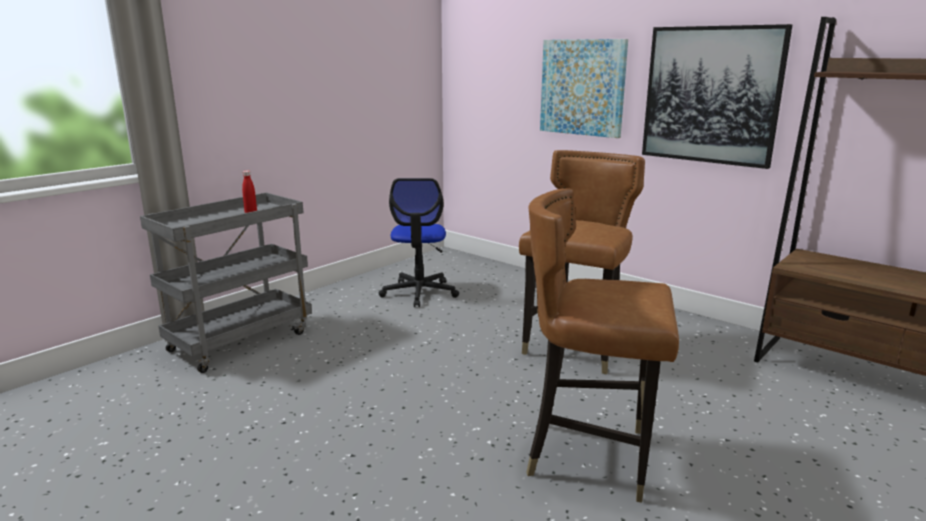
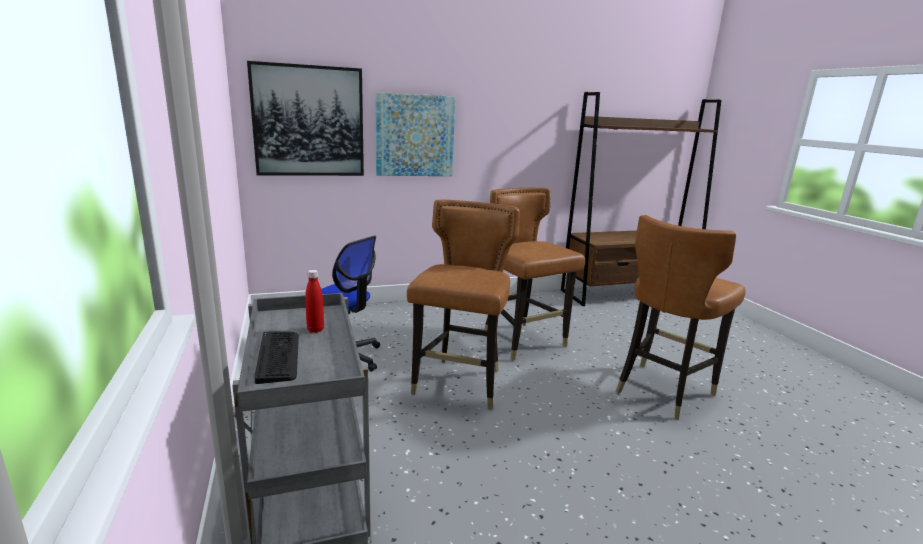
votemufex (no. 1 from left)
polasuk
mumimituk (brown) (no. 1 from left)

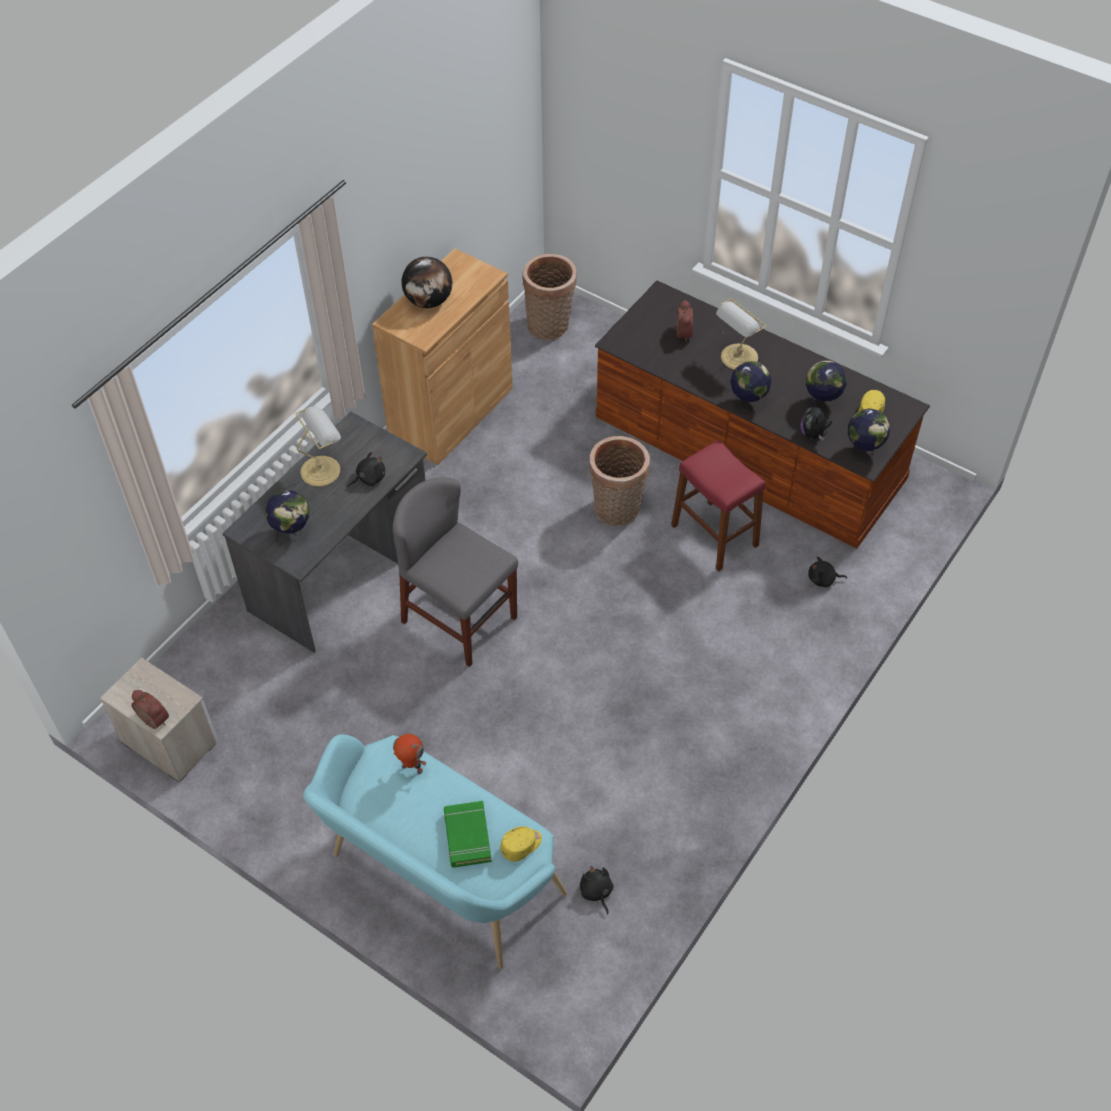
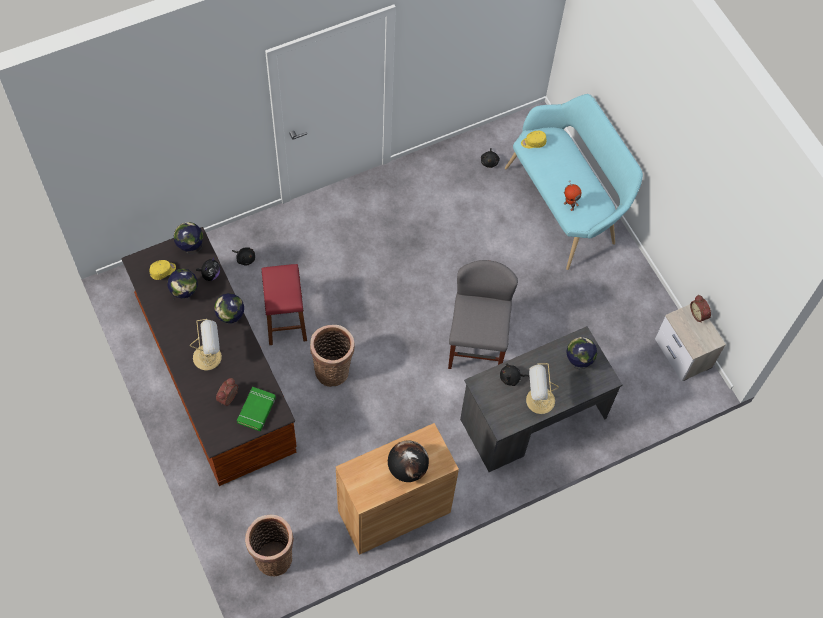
mumimituk (grey)
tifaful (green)

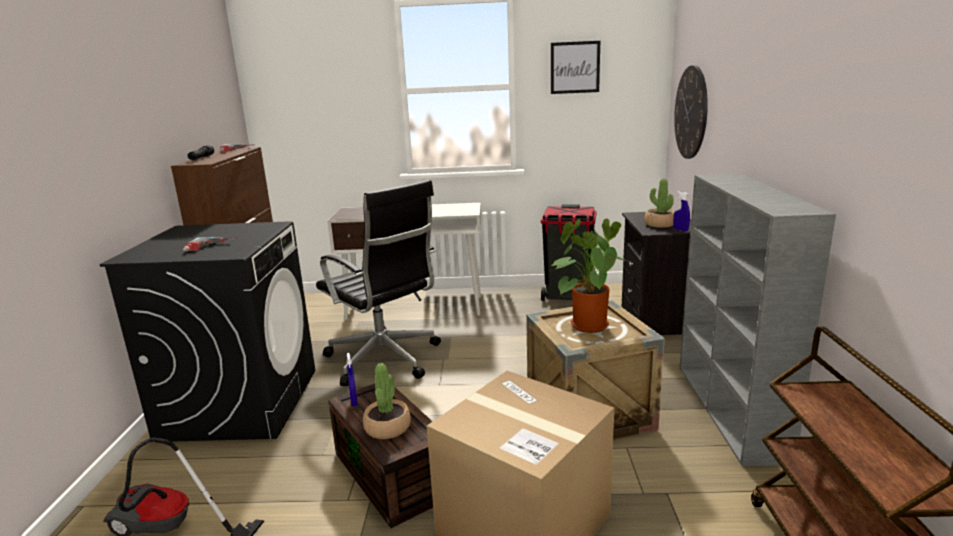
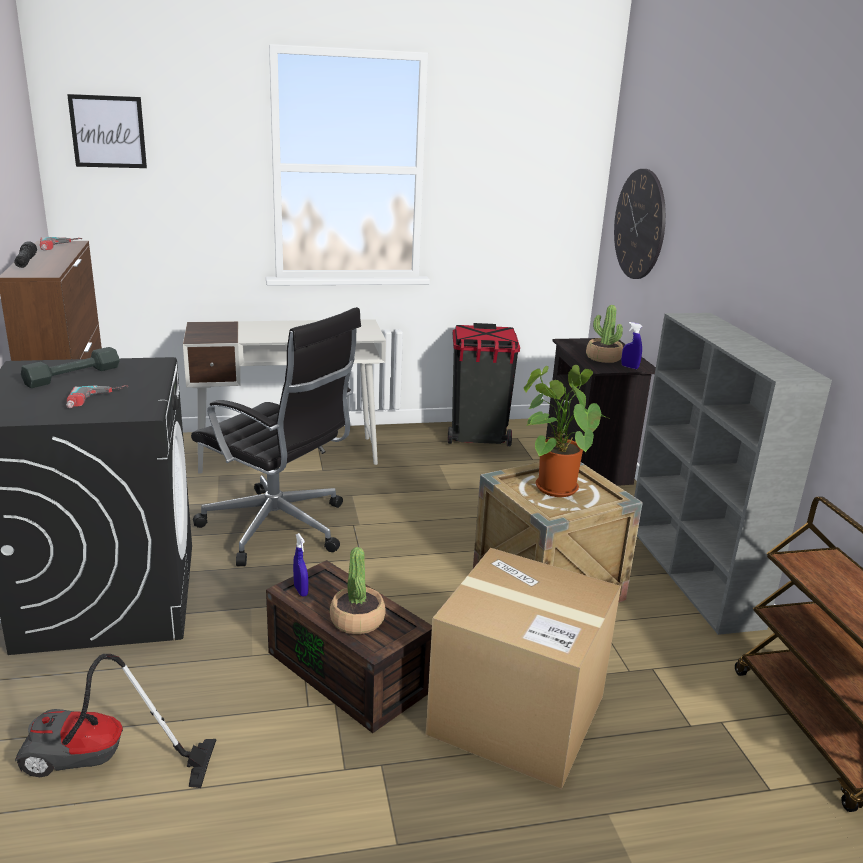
votemufex
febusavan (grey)

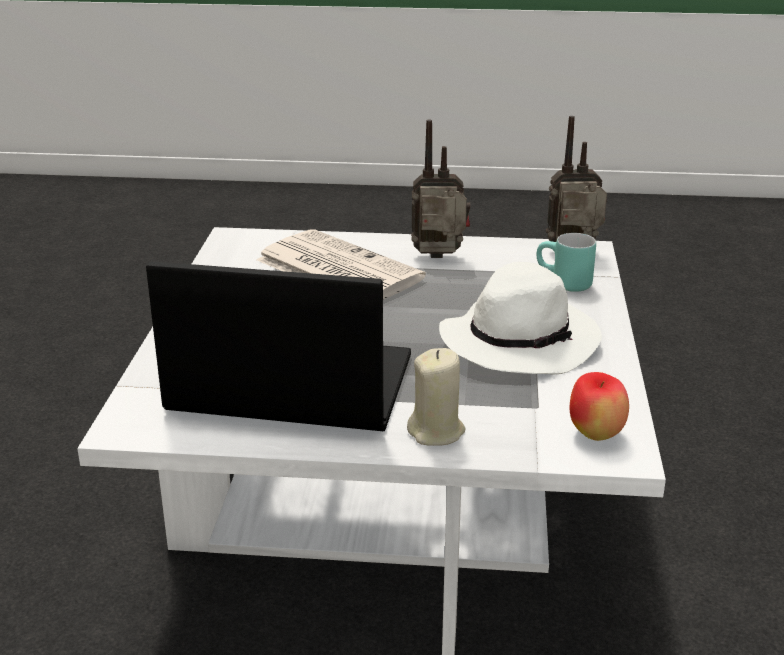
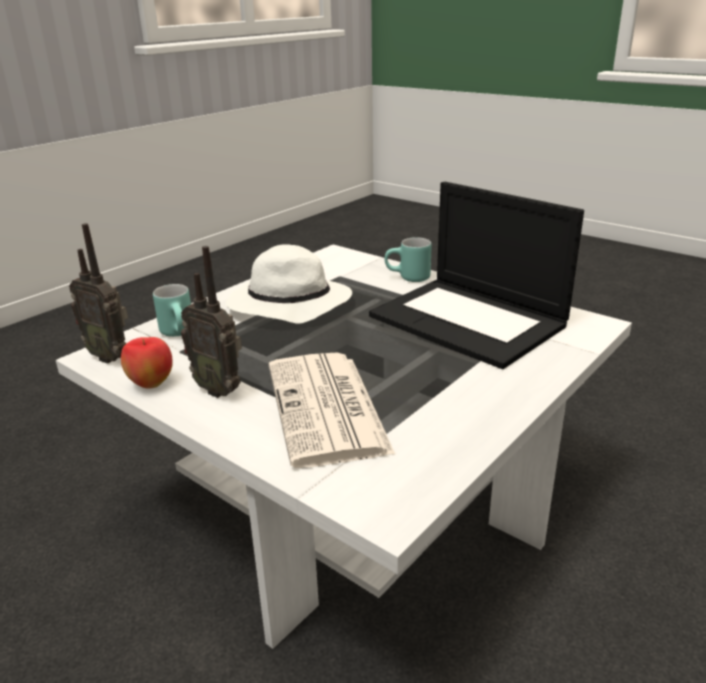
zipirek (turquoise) (no. 2 from left)
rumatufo

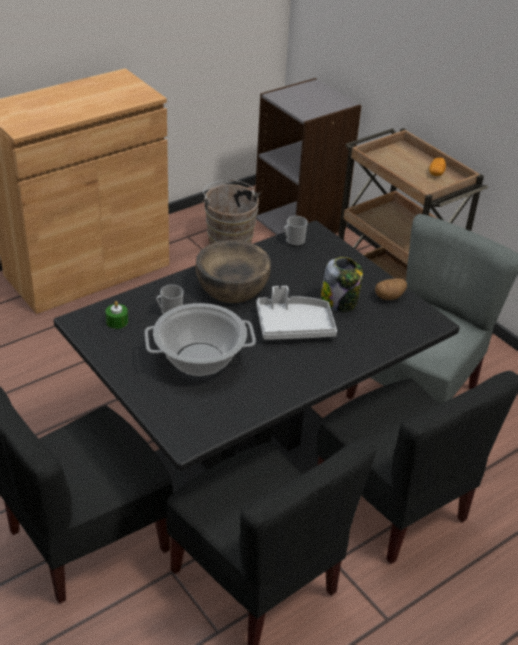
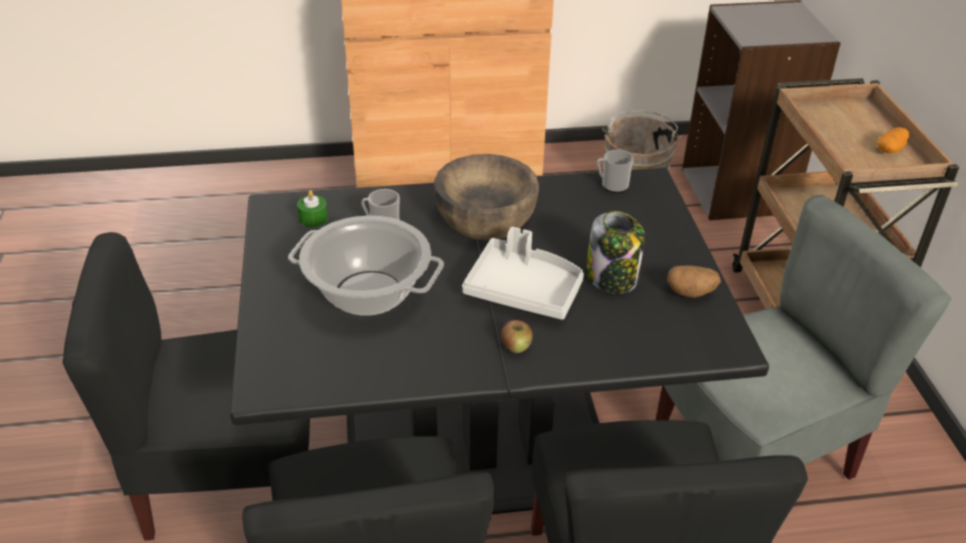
rumatufo

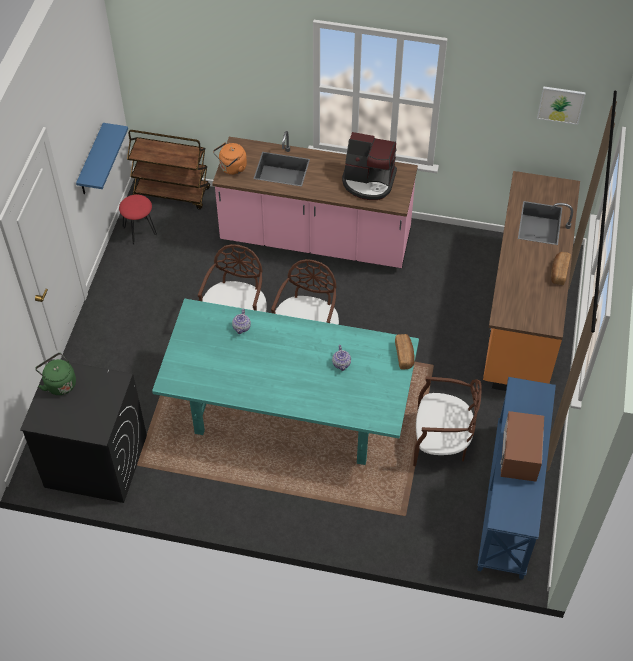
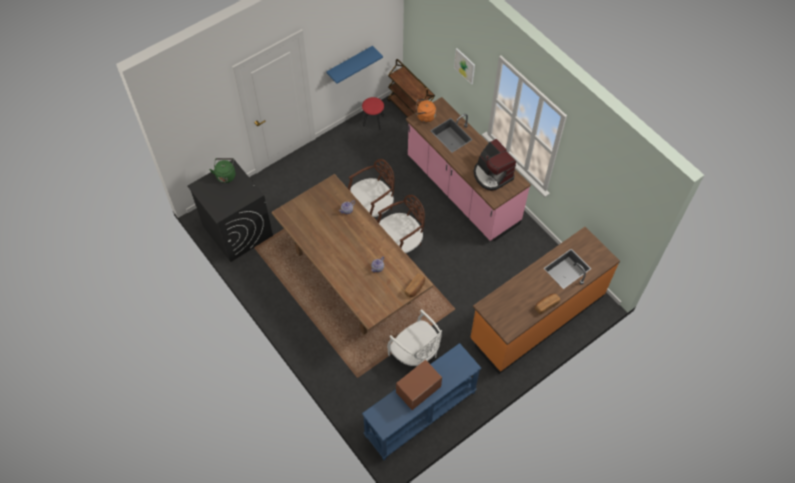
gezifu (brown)
mumimituk (white)
votemufex

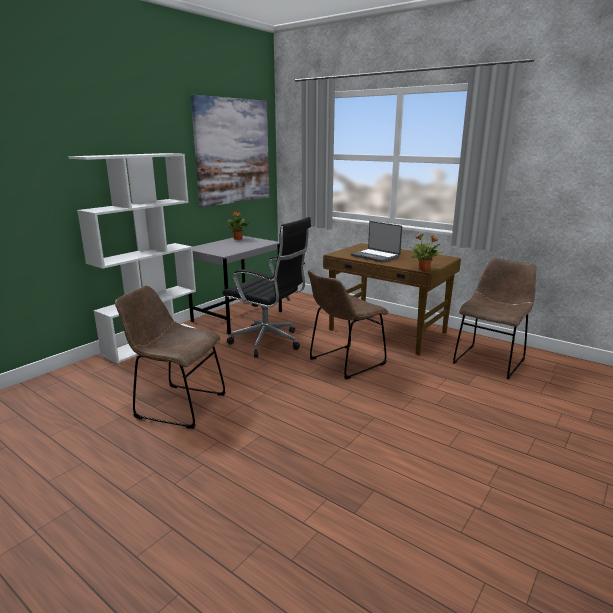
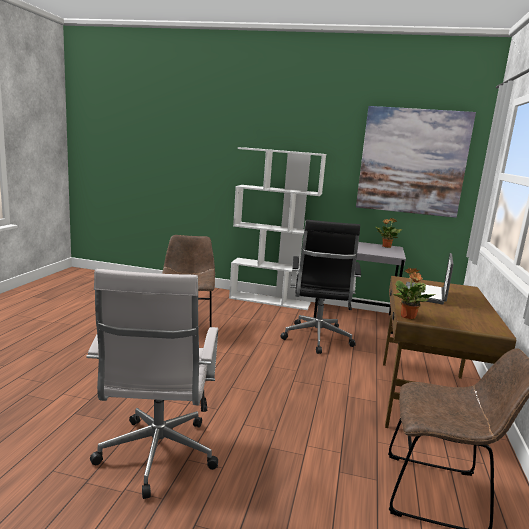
mumimituk (brown) (no. 2 from left in the first image)
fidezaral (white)

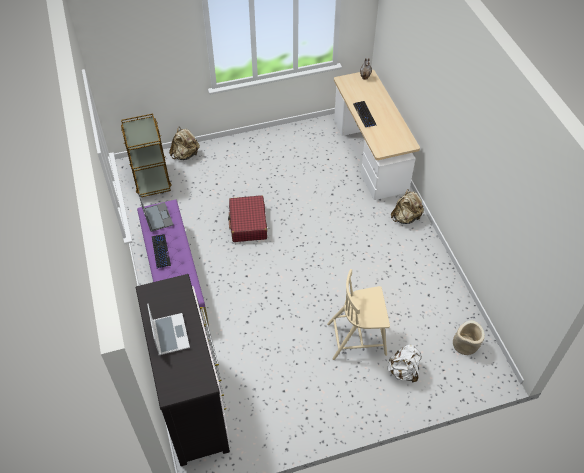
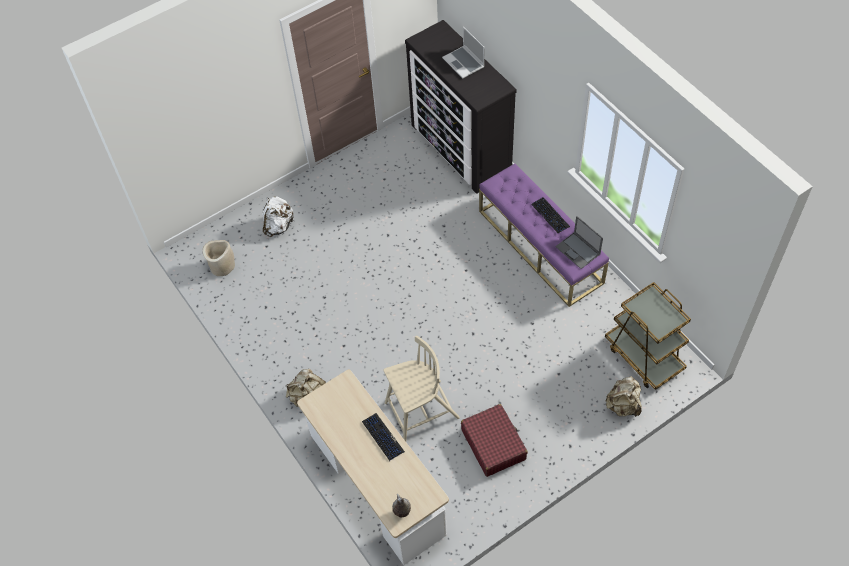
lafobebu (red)
mumimituk (beige)

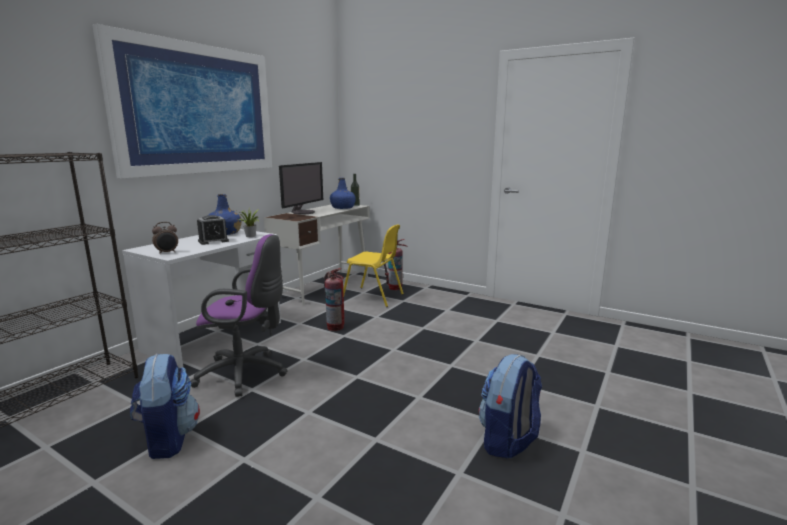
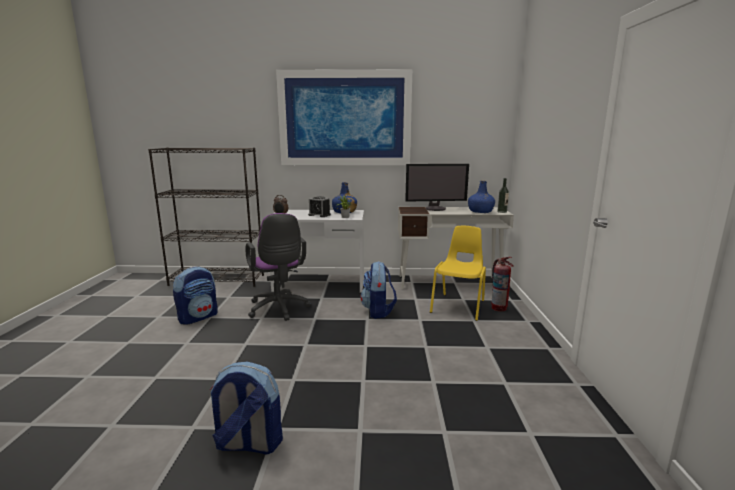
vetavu (no. 3 from left)
mumimituk (yellow)

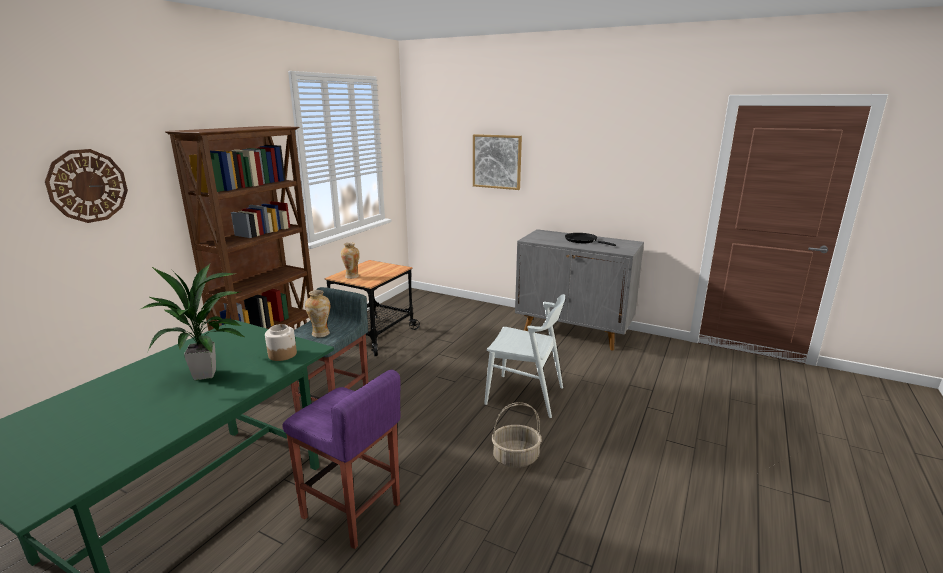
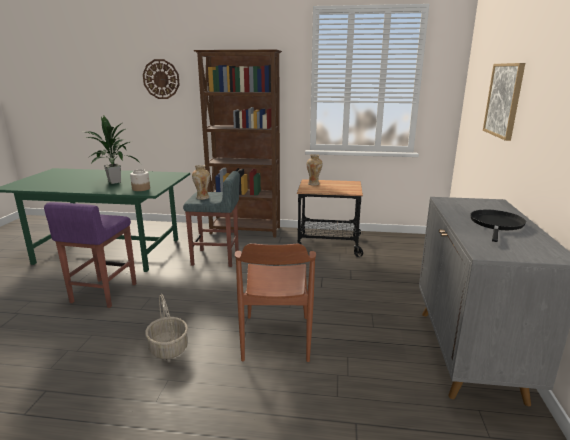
mumimituk (brown)

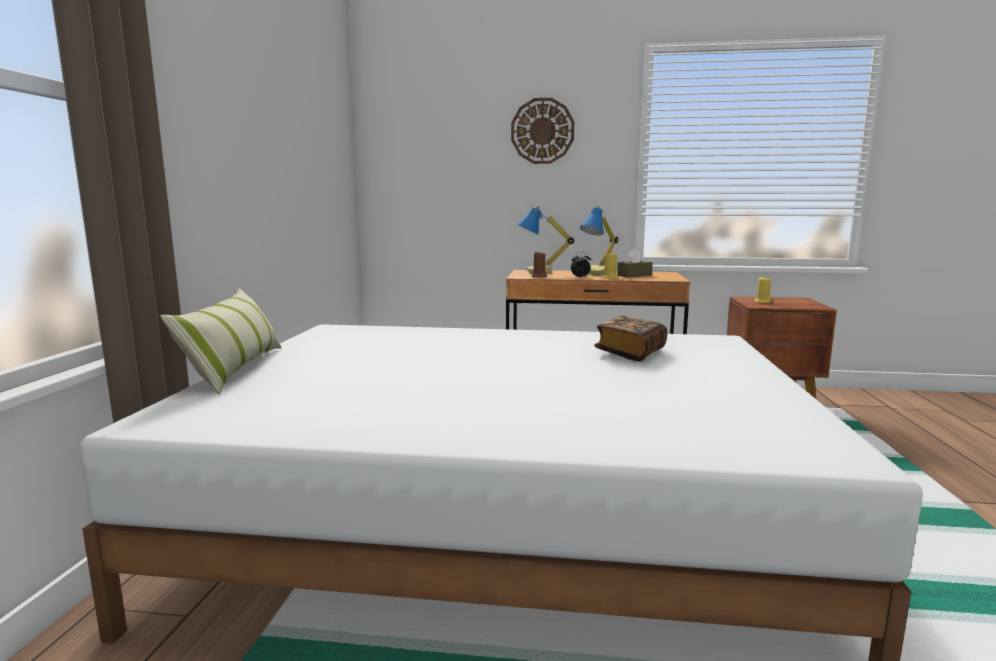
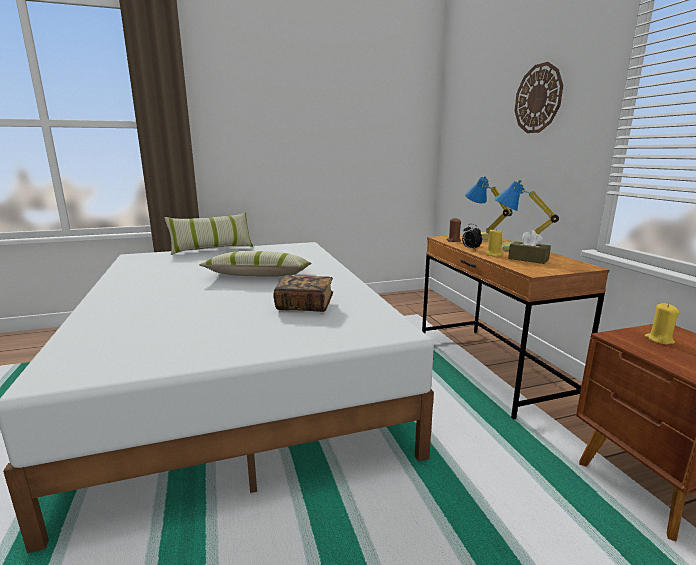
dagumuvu (no. 2 from left)

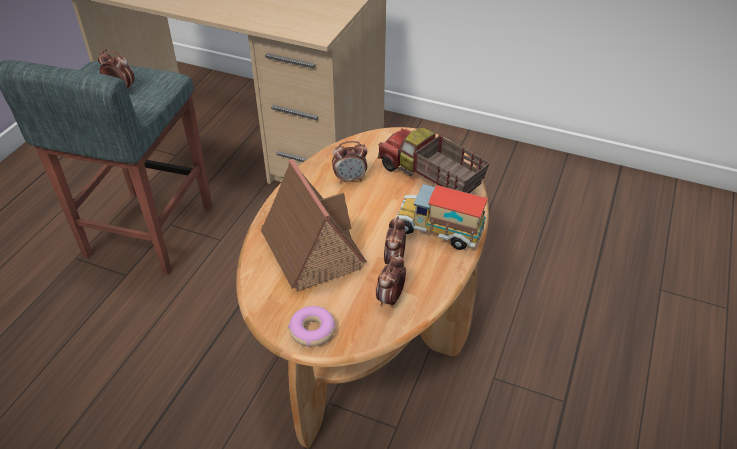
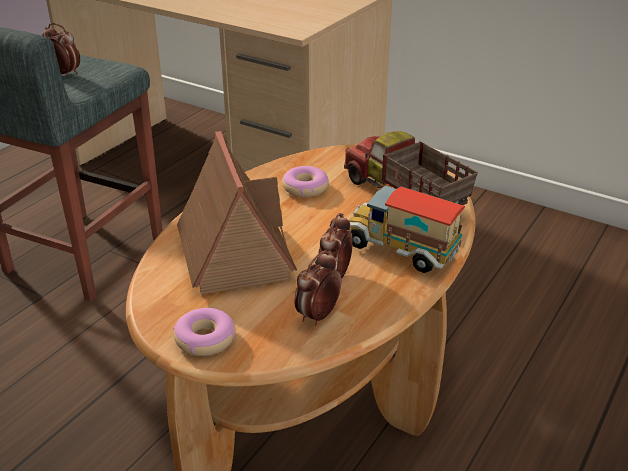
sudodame (no. 2 from left)

